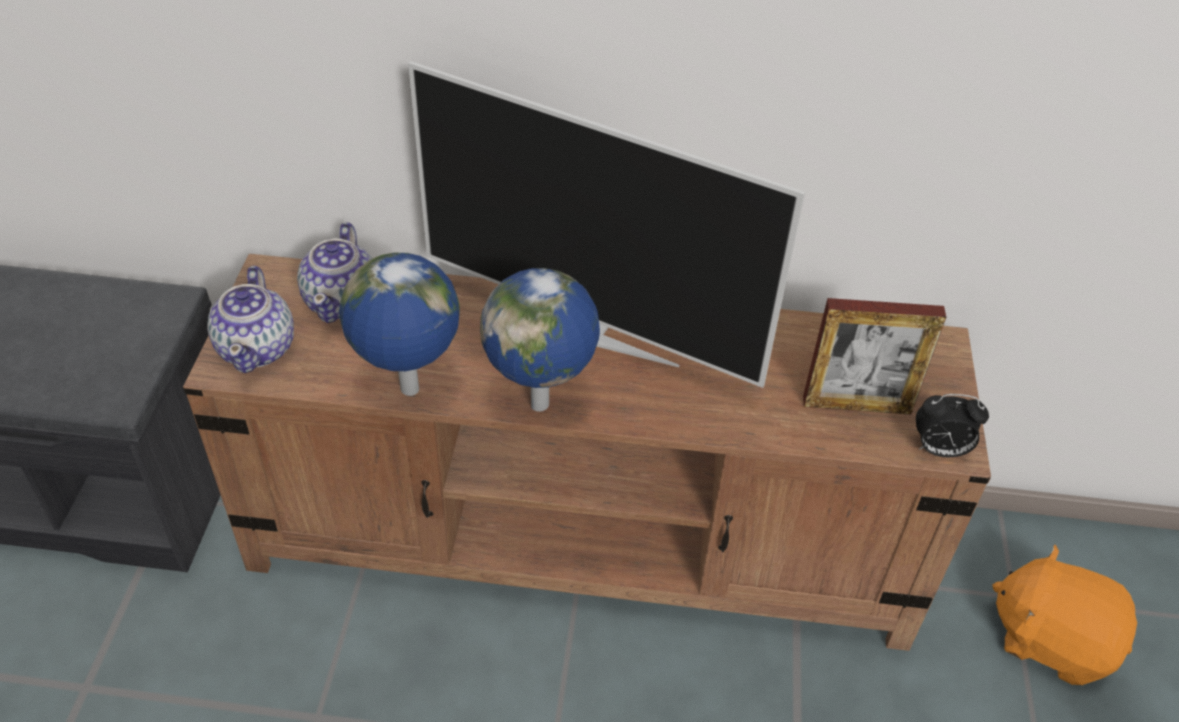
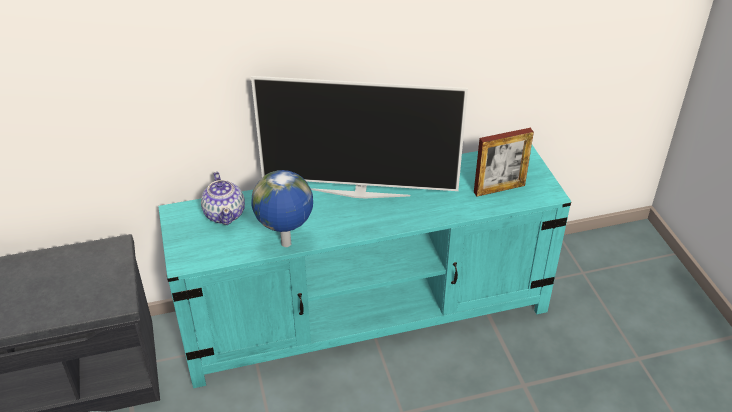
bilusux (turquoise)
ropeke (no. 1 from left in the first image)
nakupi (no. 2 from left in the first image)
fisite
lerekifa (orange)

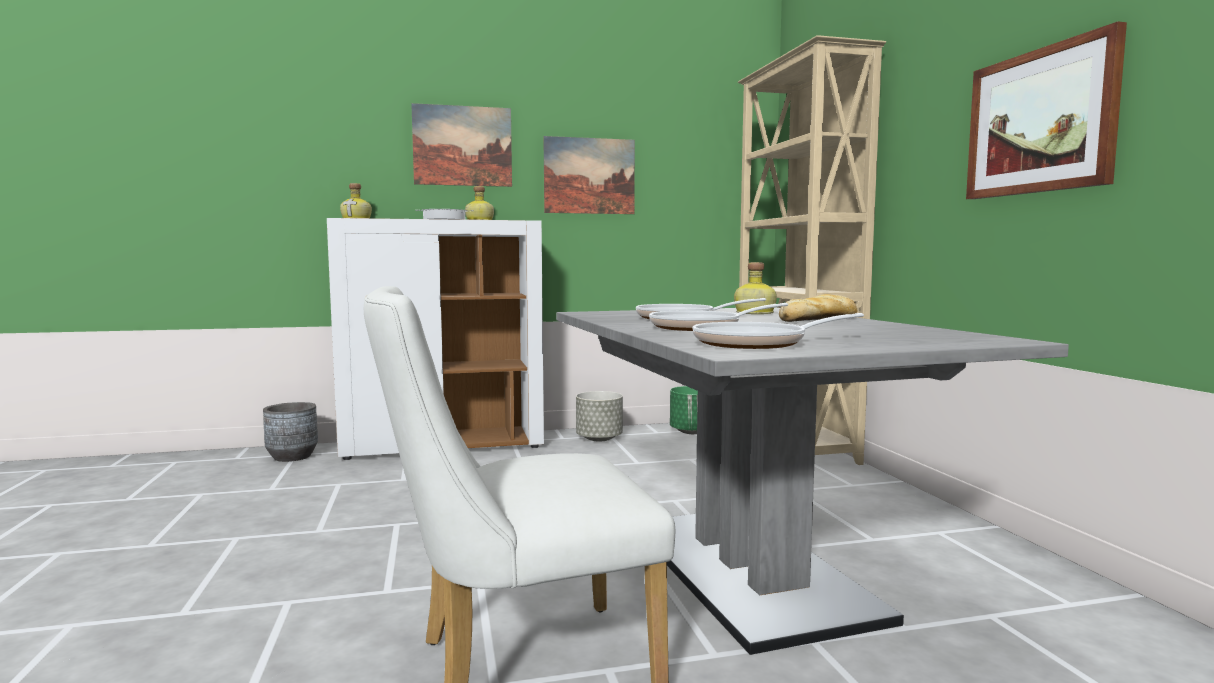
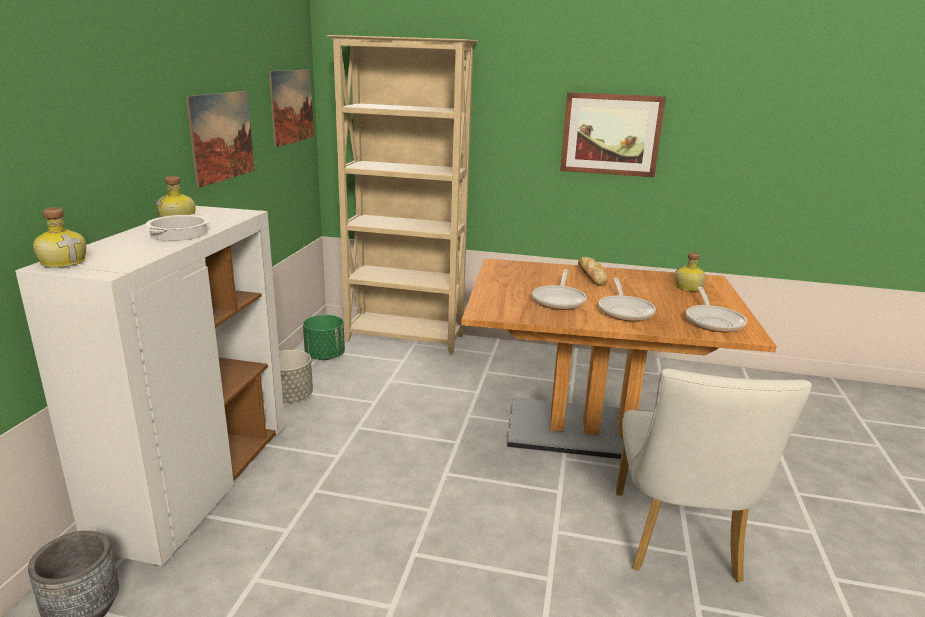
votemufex (no. 2 from left)
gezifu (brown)
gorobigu (no. 3 from left)

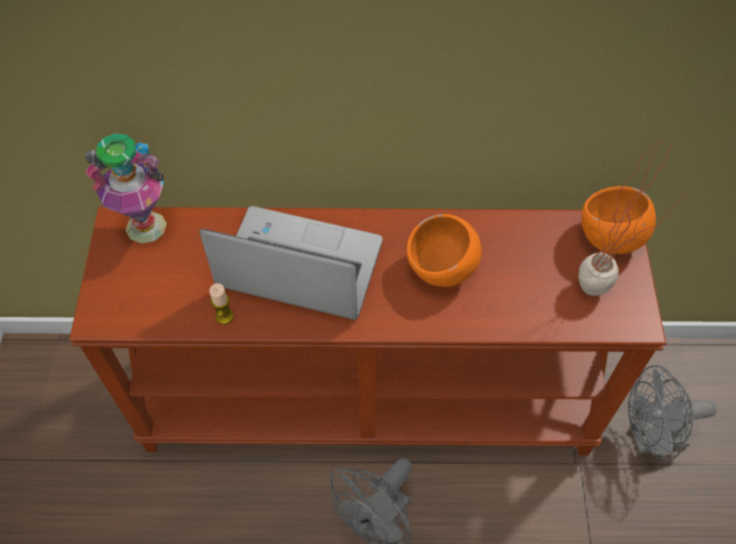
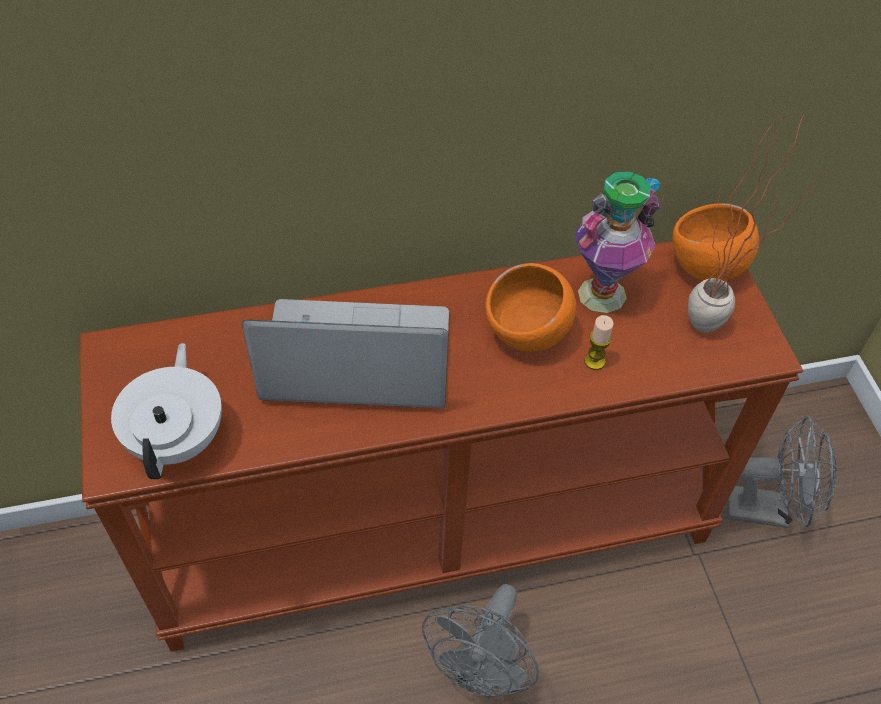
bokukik
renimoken
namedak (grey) (no. 2 from left)
ropeke (white)

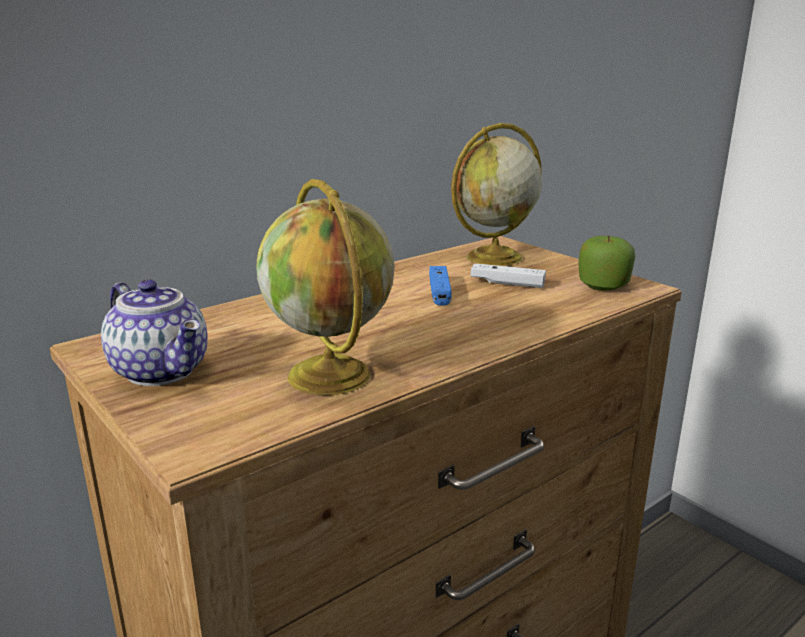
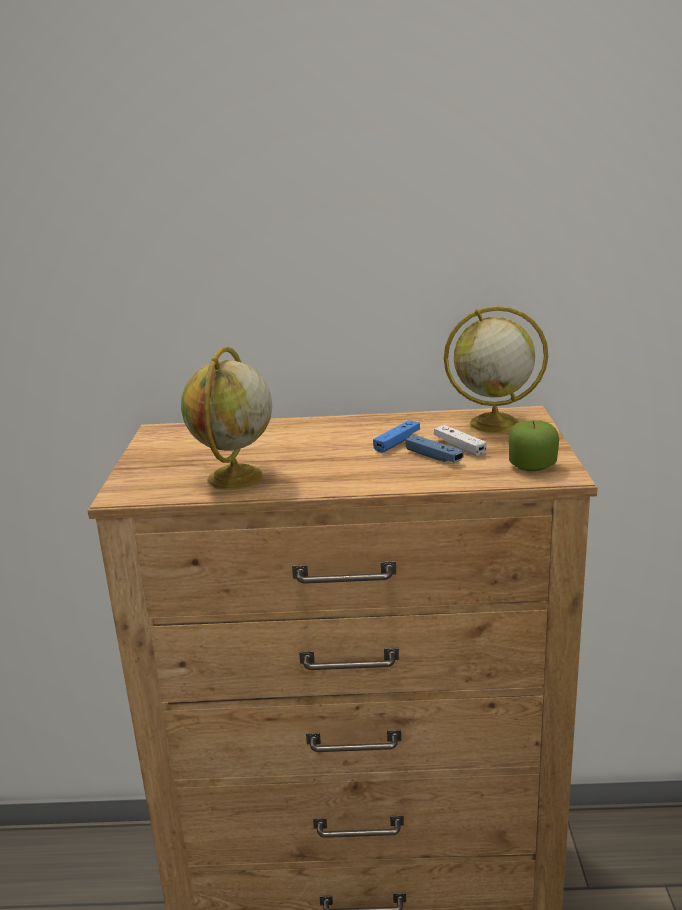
ropeke
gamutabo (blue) (no. 2 from left)

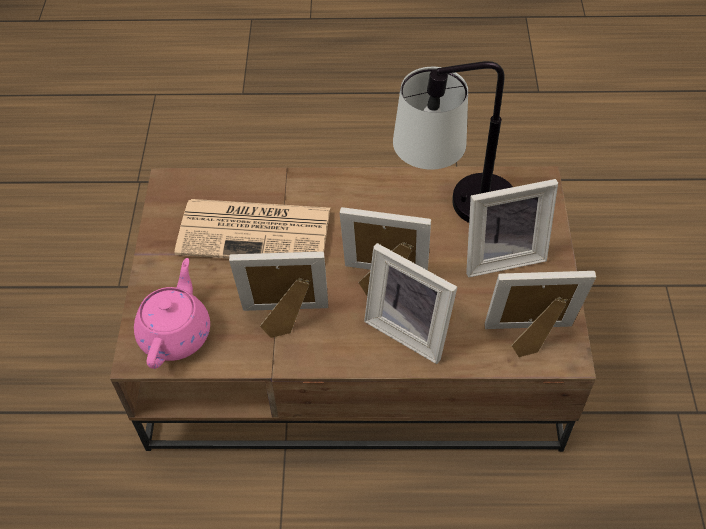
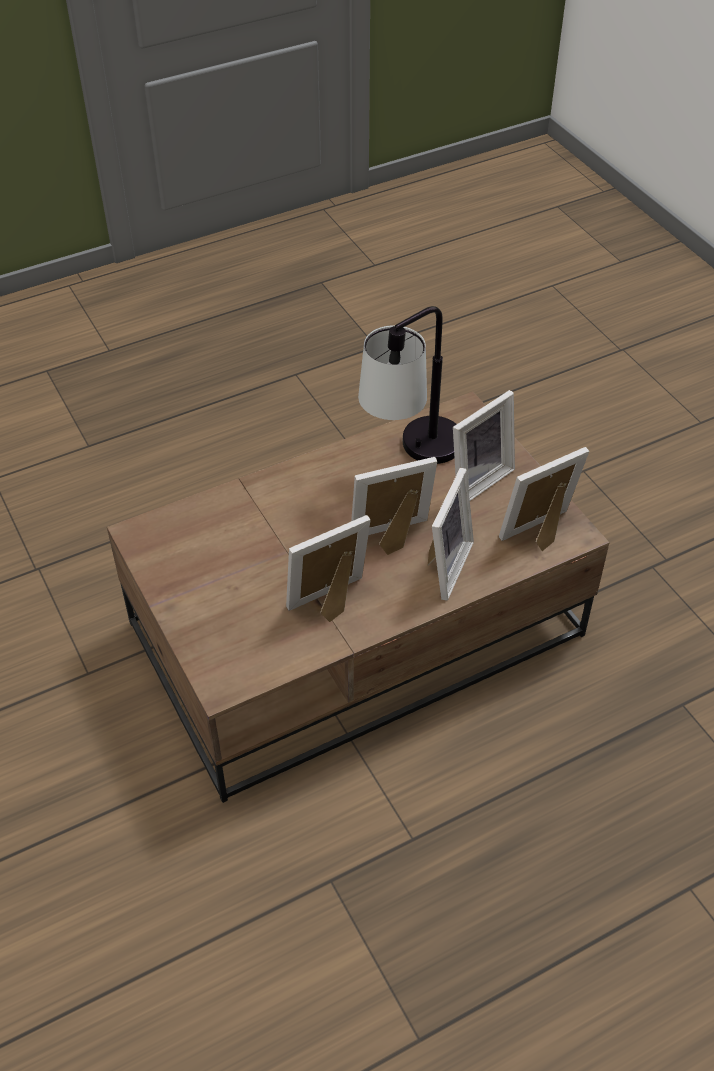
ropeke (pink)
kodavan
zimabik (no. 3 from left)

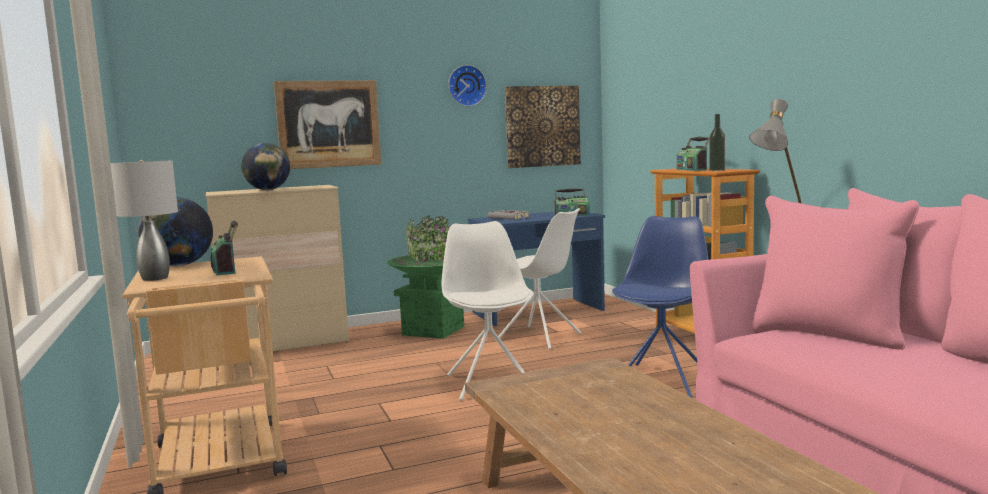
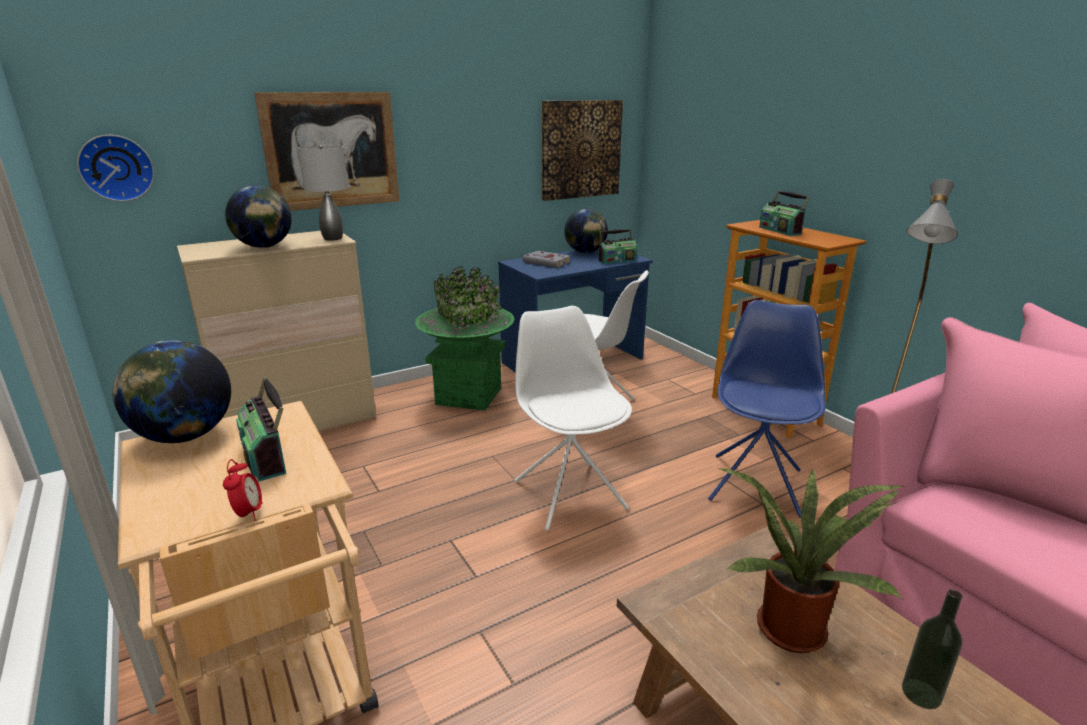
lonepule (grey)
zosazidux
gorobigu
fisite
nakupi (no. 3 from left)
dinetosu

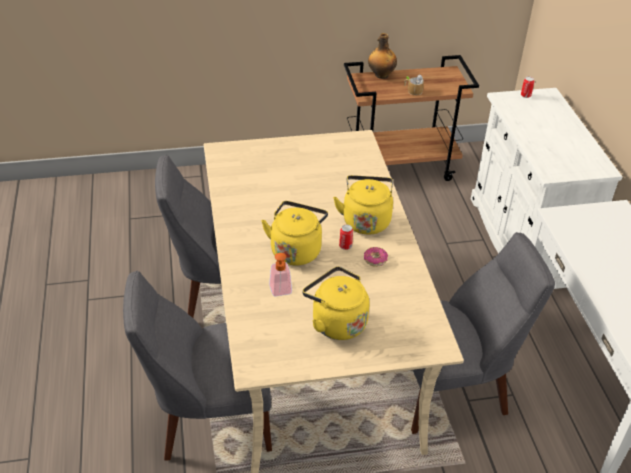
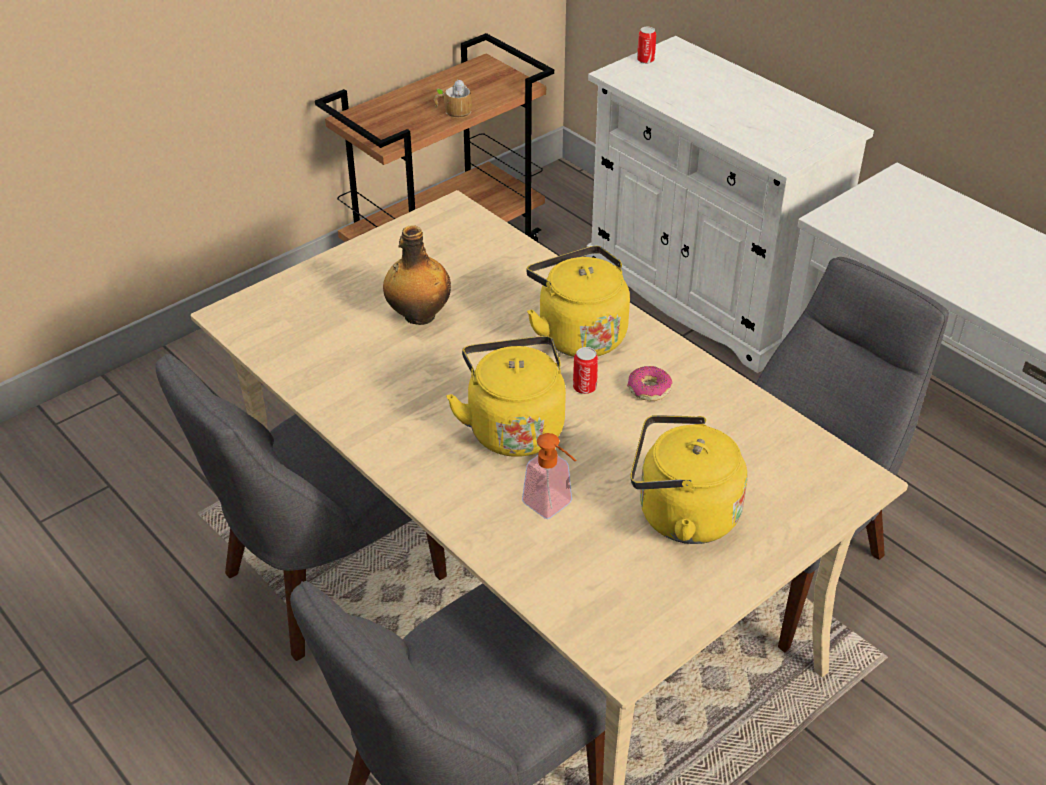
gorobigu

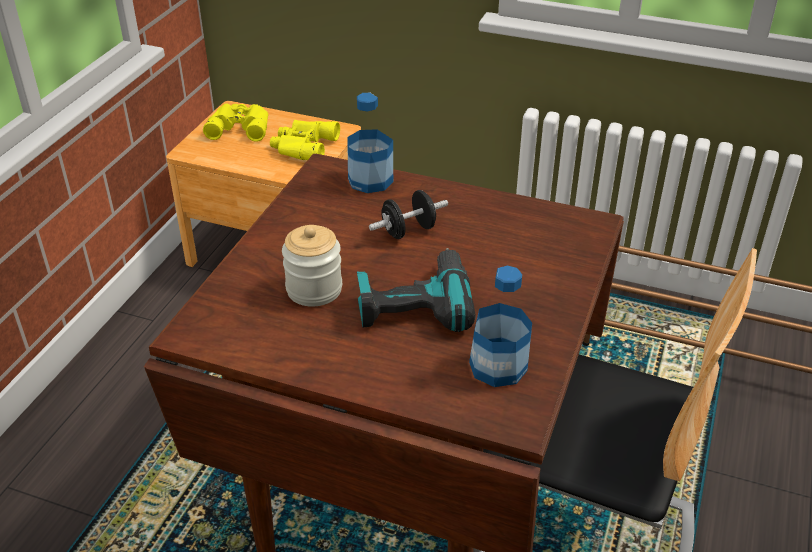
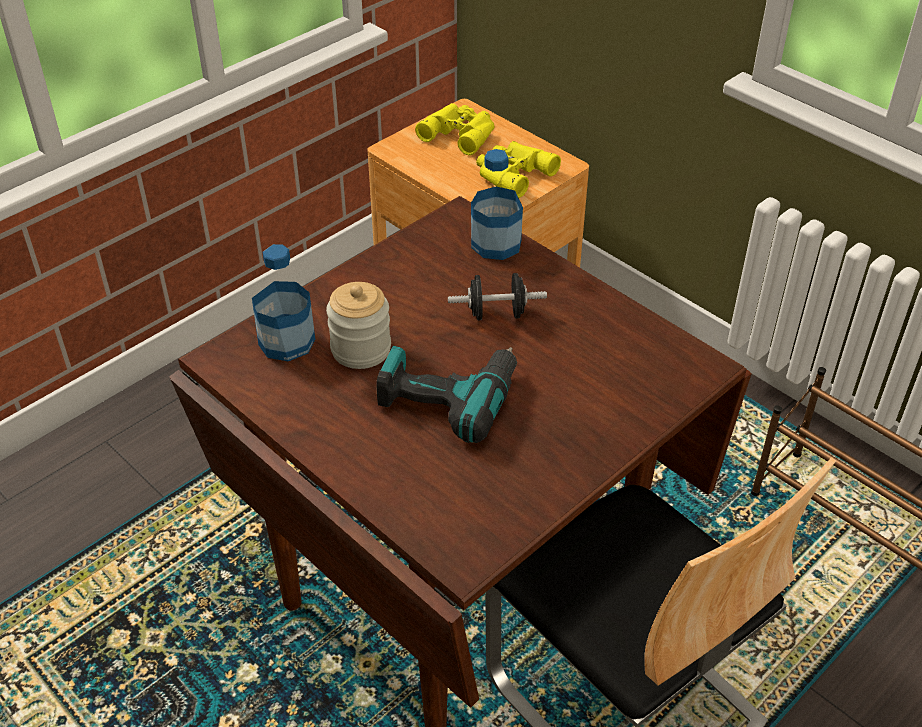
gorobigu (no. 1 from left)

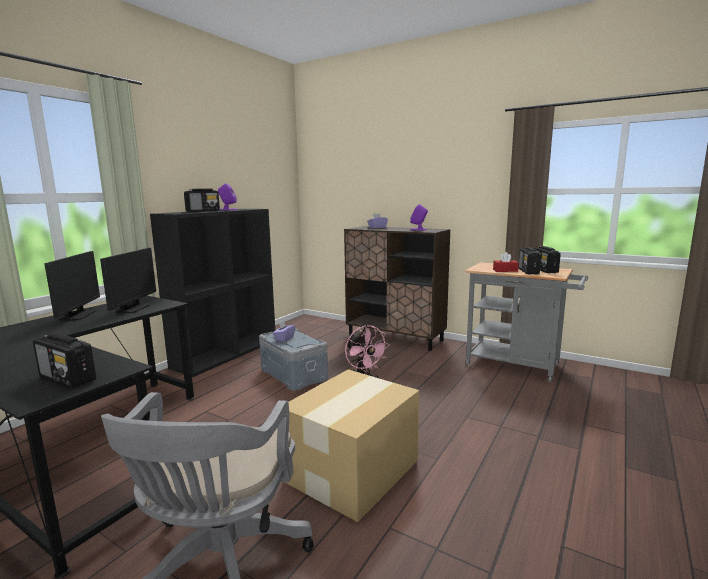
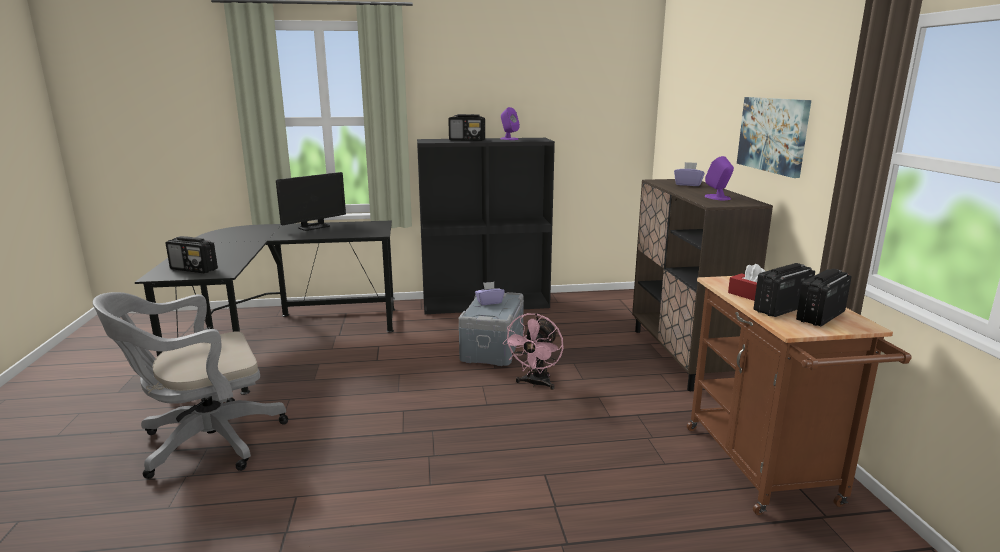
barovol (no. 1 from left)
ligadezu (no. 2 from left in the first image)
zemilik
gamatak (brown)
votemufex

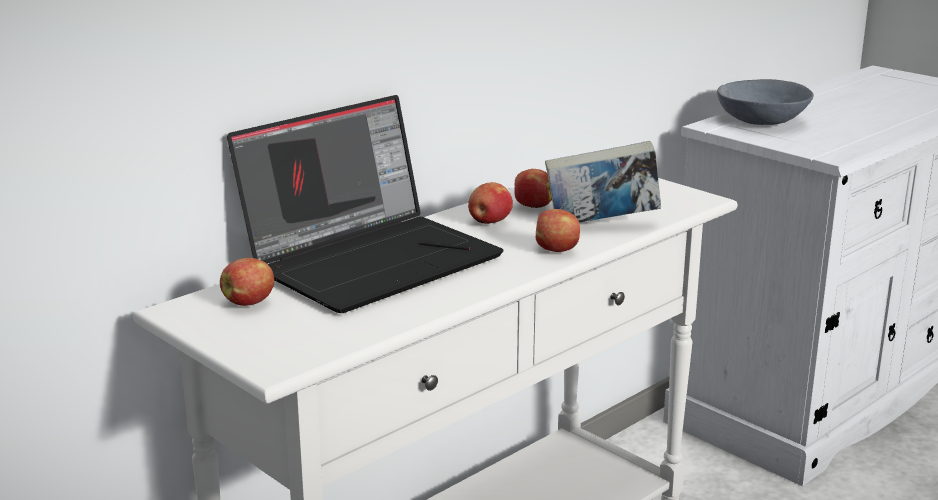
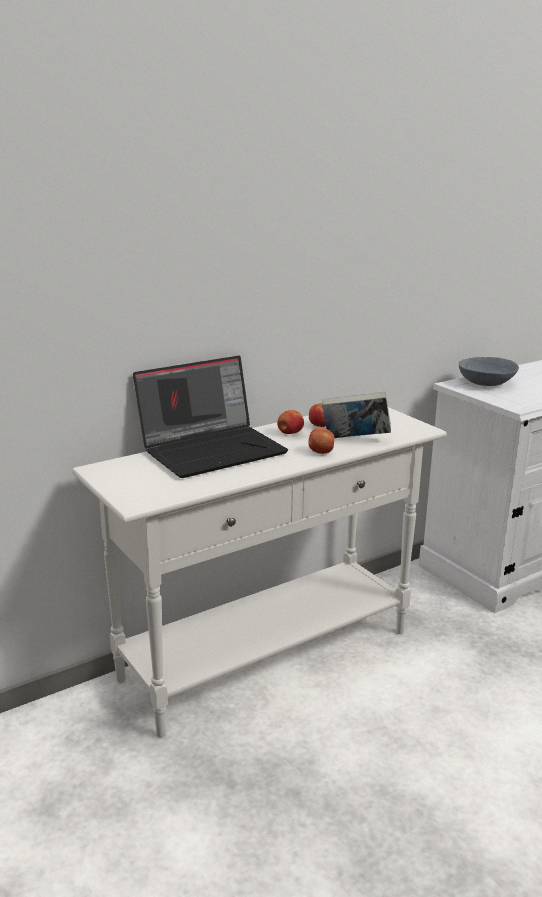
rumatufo (no. 1 from left in the first image)

